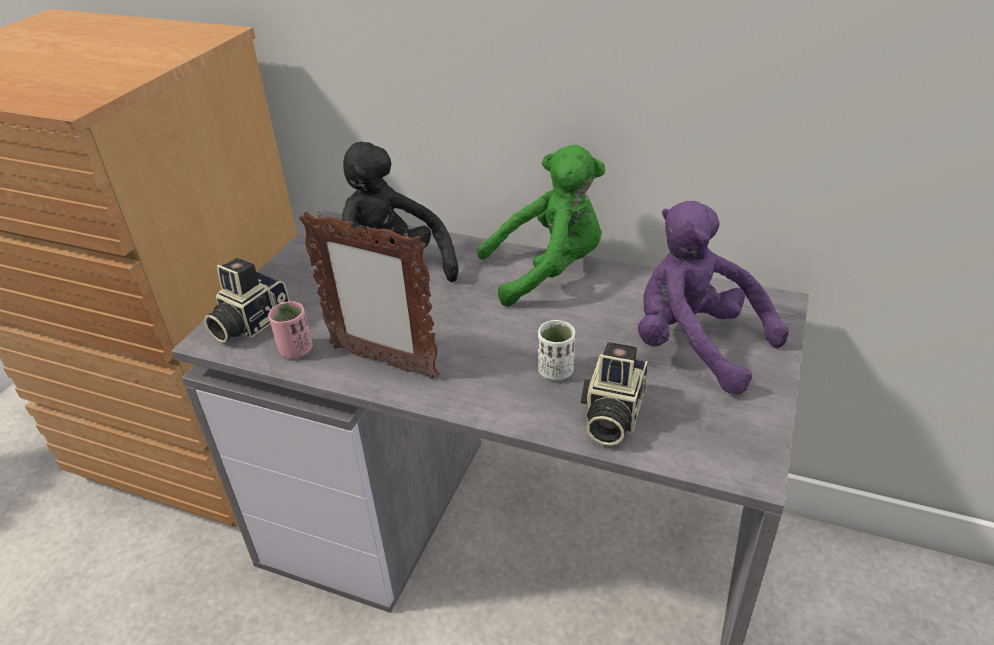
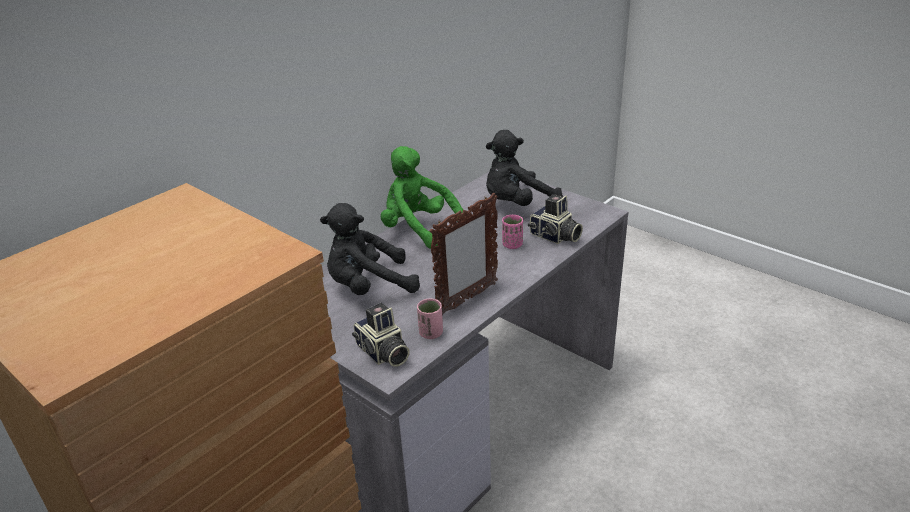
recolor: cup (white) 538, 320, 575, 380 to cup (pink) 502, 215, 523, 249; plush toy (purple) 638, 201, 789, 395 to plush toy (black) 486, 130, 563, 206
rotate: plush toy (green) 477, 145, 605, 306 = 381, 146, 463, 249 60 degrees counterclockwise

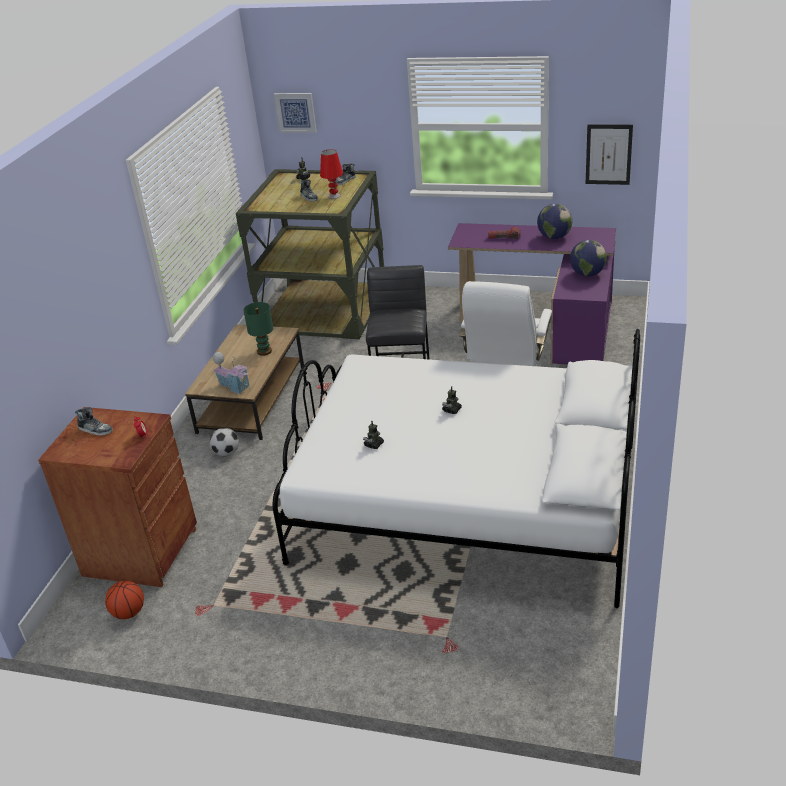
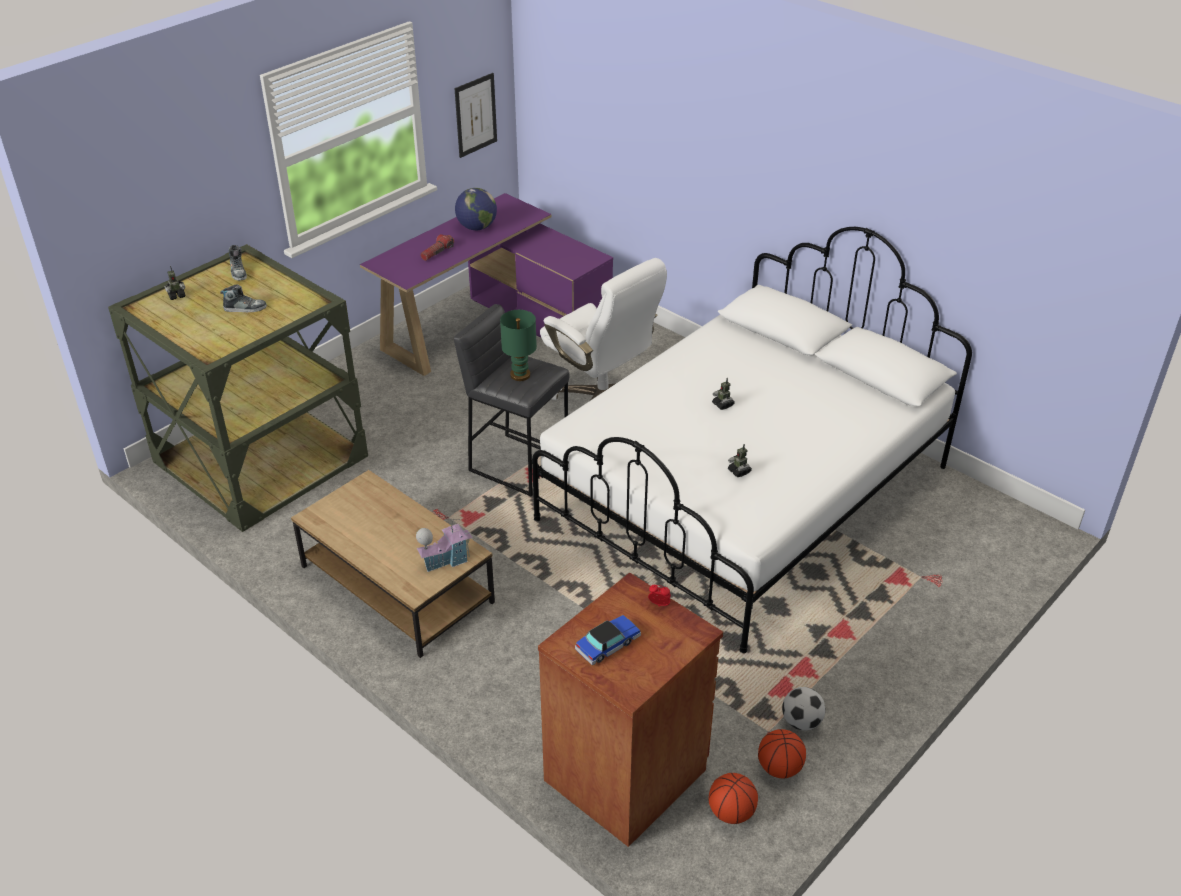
delete: picture 273, 93, 317, 133; table lamp (red) 320, 149, 343, 199; globe 570, 240, 607, 277
insert: basketball 758, 729, 806, 779
move: football 210, 428, 239, 456 to 782, 687, 825, 731; table lamp (green) 243, 302, 273, 356 to 500, 310, 537, 381
replace: shoe 75, 407, 113, 436 to toy car 575, 615, 641, 665

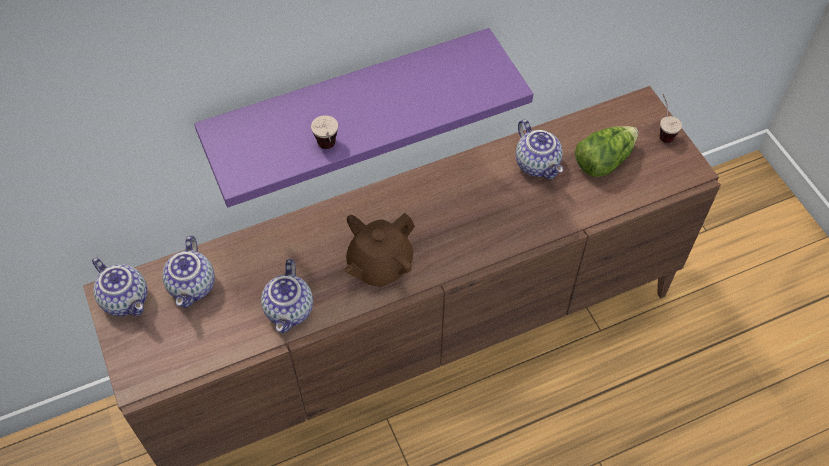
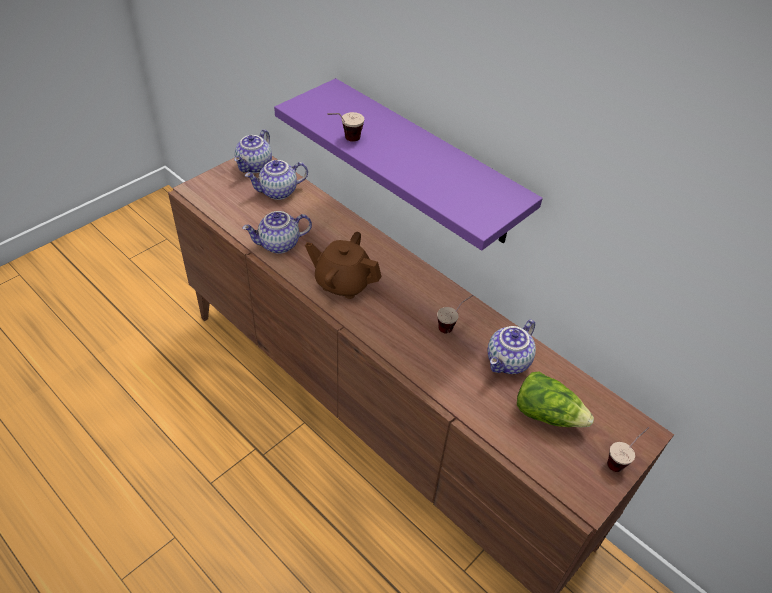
insert: cup 437, 295, 473, 334

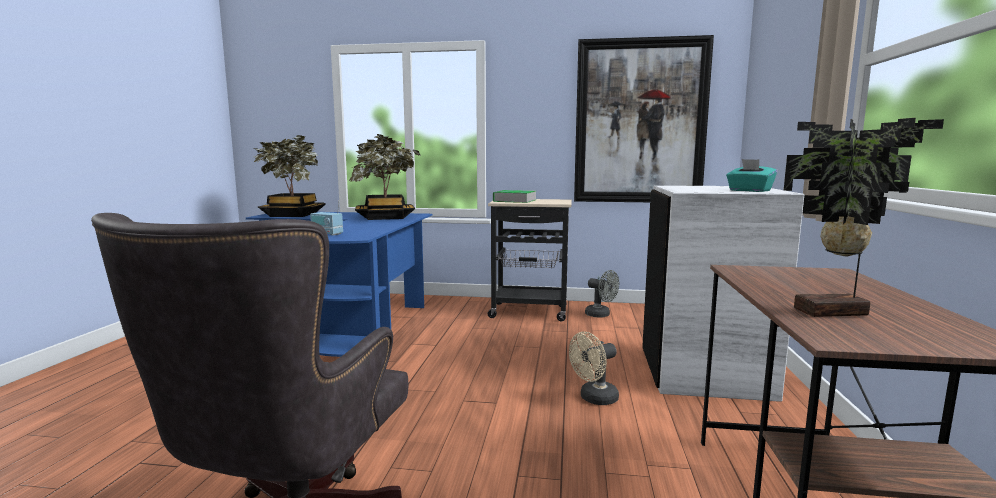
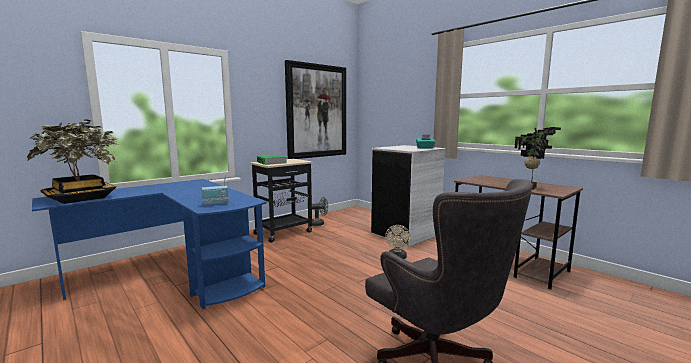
delete: potted plant 349, 134, 420, 220

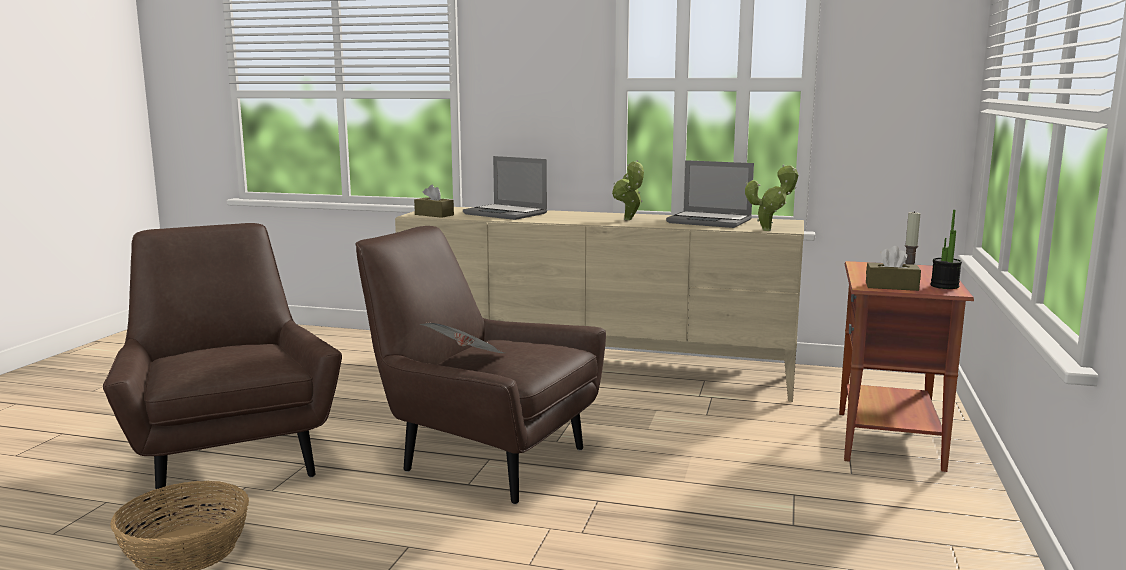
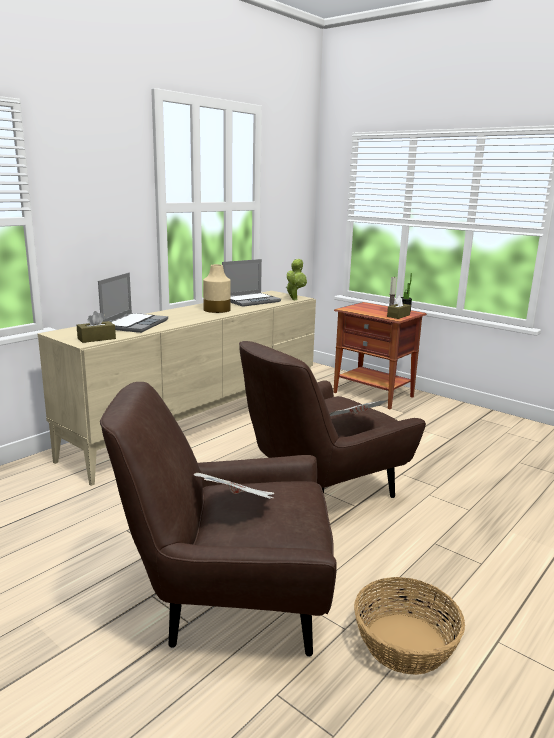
insert: newspaper 194, 473, 274, 499
replace: potted plant 612, 160, 644, 220 to vase (beige) 203, 264, 231, 313
rotate: laptop 463, 156, 547, 220 = 98, 272, 168, 333 45 degrees counterclockwise

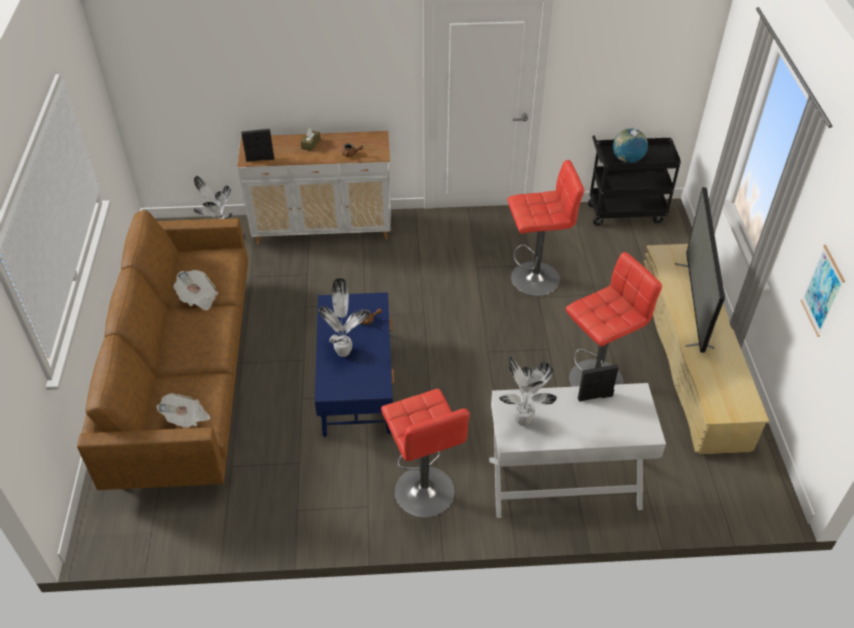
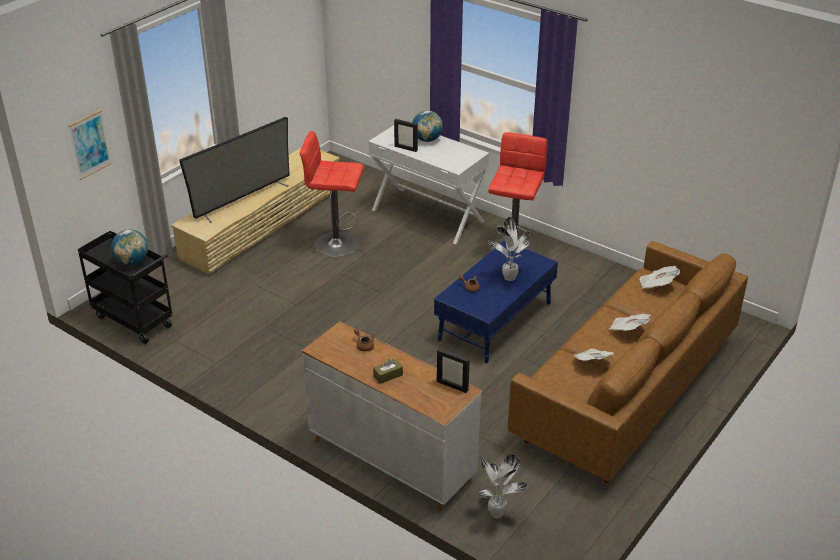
delete: potted plant 499, 356, 557, 426; stool (red) 508, 160, 584, 296
insert: globe 412, 110, 443, 142; newspaper 609, 314, 650, 331
move: picture 800, 245, 845, 337 to 68, 110, 112, 180

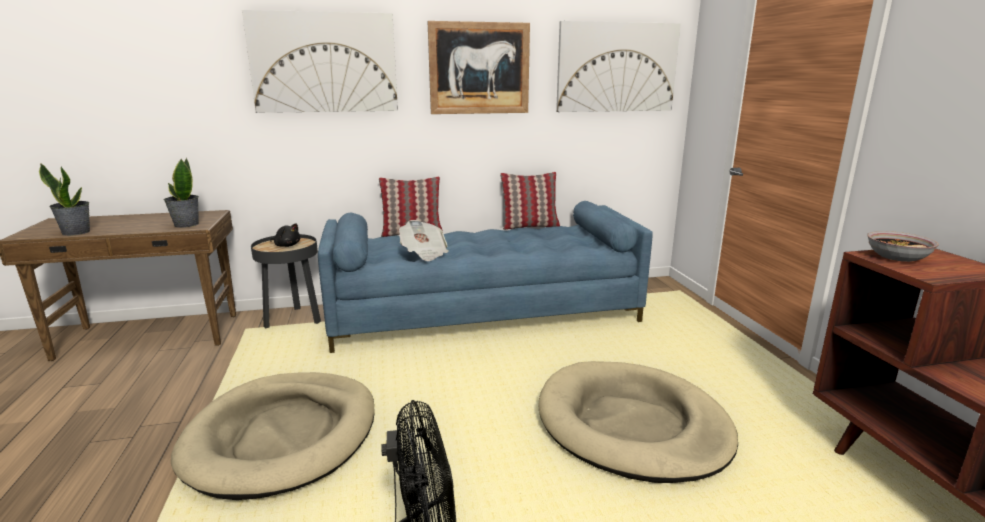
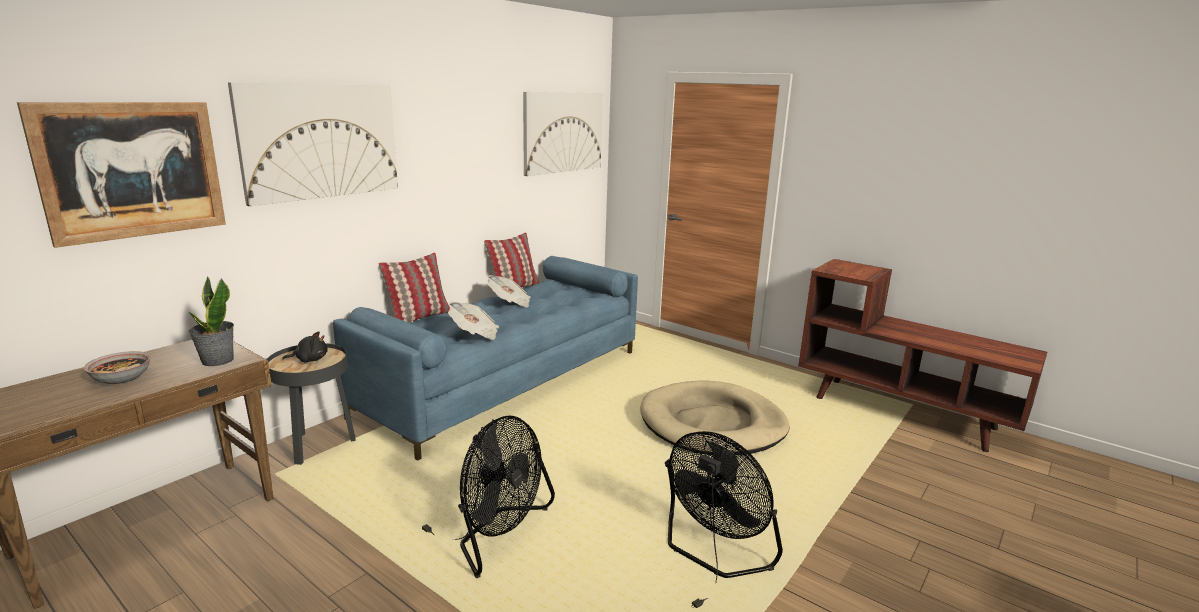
delete: potted plant 39, 163, 90, 236
insert: newspaper 488, 275, 531, 307
move: picture 427, 21, 530, 114 to 17, 102, 226, 248; bowl 867, 231, 939, 262 to 84, 351, 151, 384
replace: dog bed (beige) 171, 372, 375, 500 to fan (black) 422, 416, 555, 579

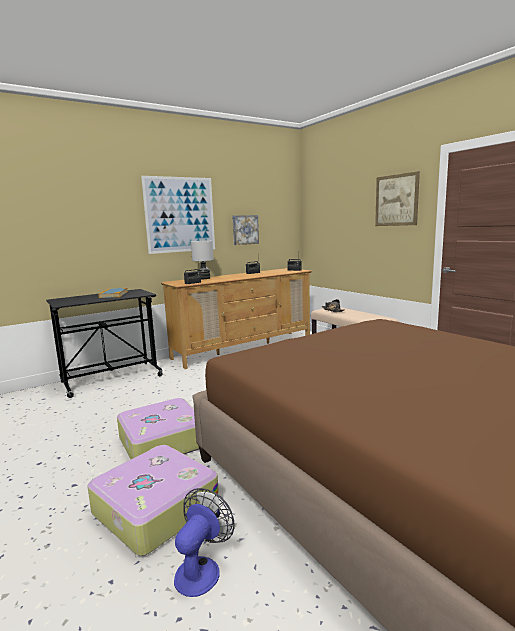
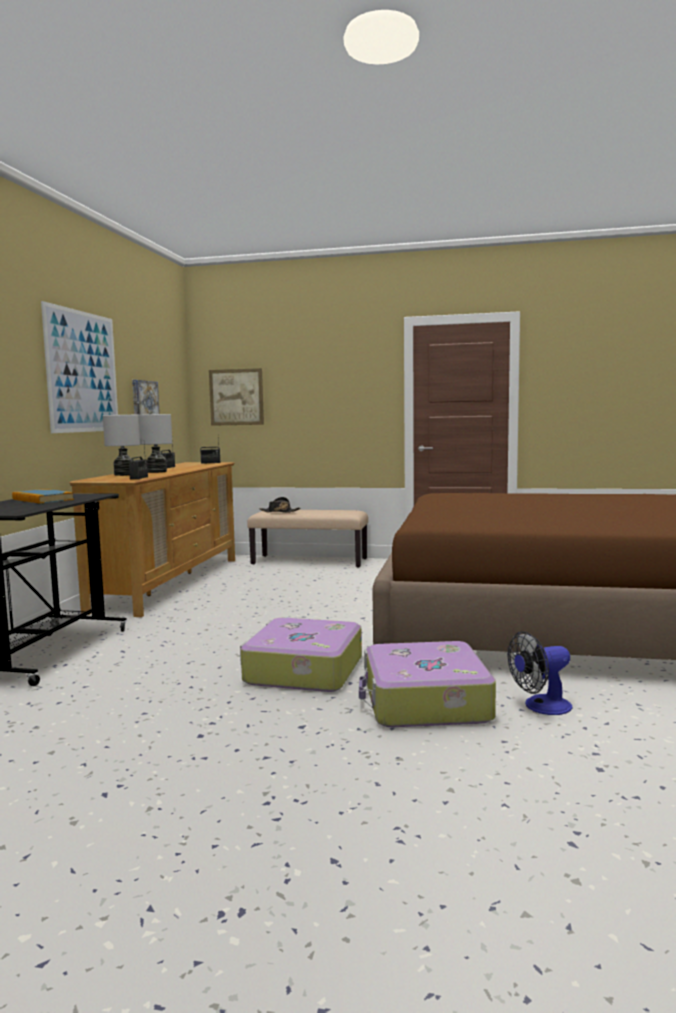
insert: table lamp (grey) 138, 414, 172, 473
move: picture 375, 171, 420, 226 to 209, 368, 264, 426
rotate: fan 174, 488, 235, 597 = 508, 631, 572, 715 90 degrees counterclockwise

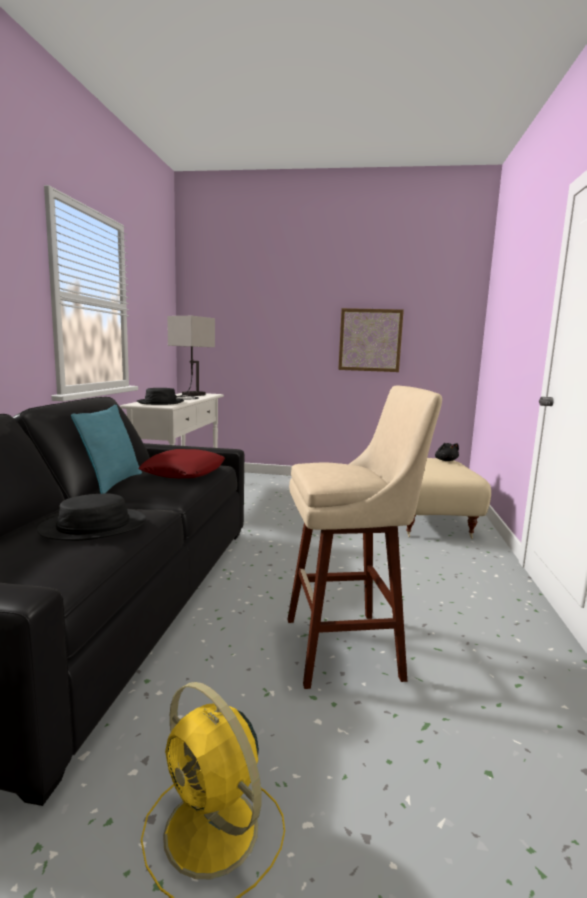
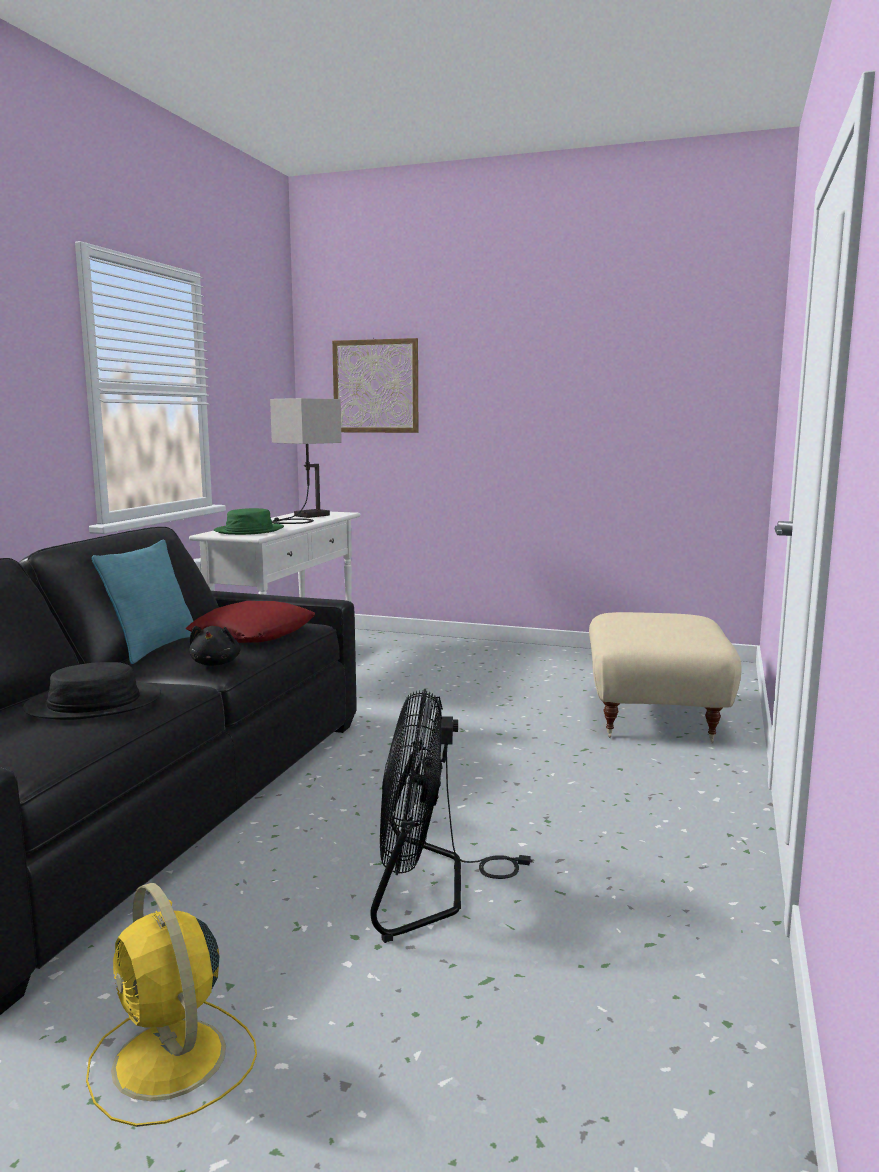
move: picture 338, 307, 404, 372 to 332, 337, 418, 433; plush toy (black) 435, 443, 459, 461 to 189, 626, 241, 666
replace: stool (beige) 287, 385, 442, 689 to fan (black) 371, 689, 534, 943
recolor: hat (black) 137, 388, 184, 405 to hat (green) 214, 508, 284, 535

